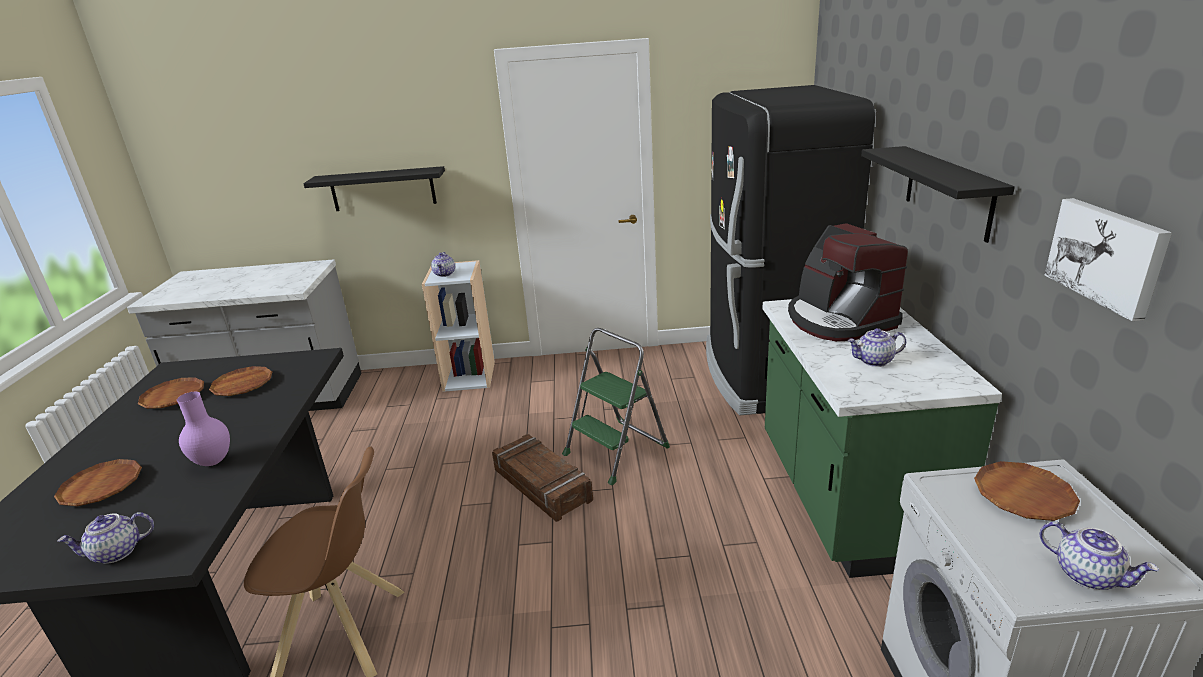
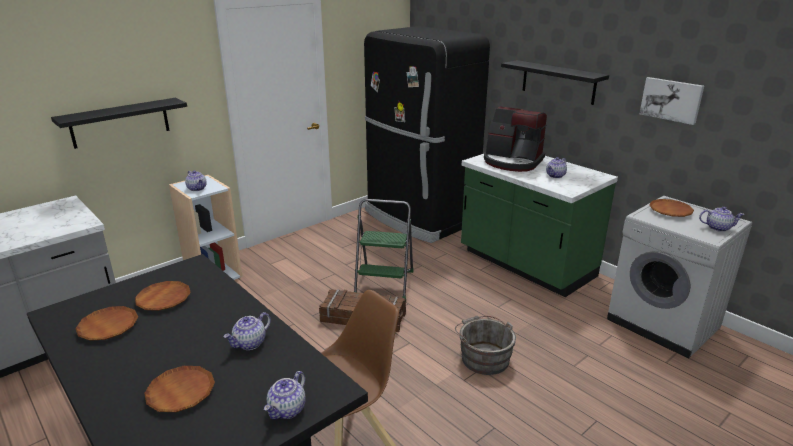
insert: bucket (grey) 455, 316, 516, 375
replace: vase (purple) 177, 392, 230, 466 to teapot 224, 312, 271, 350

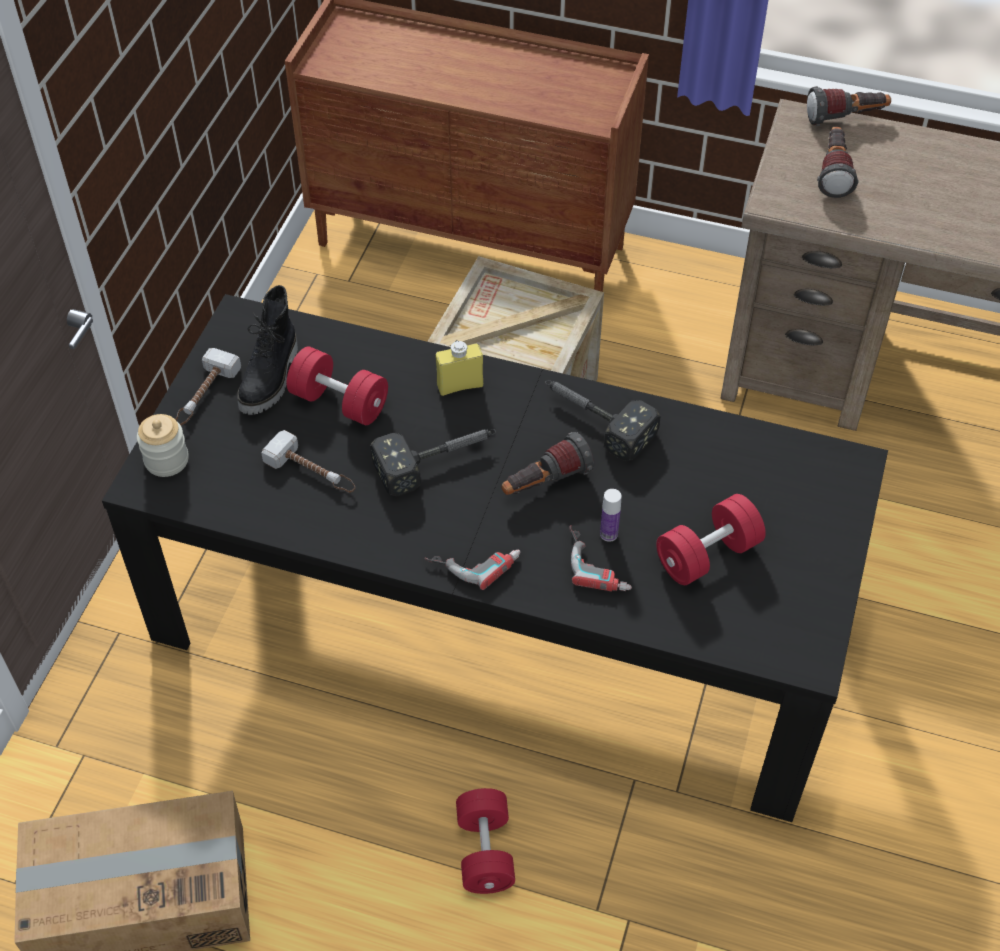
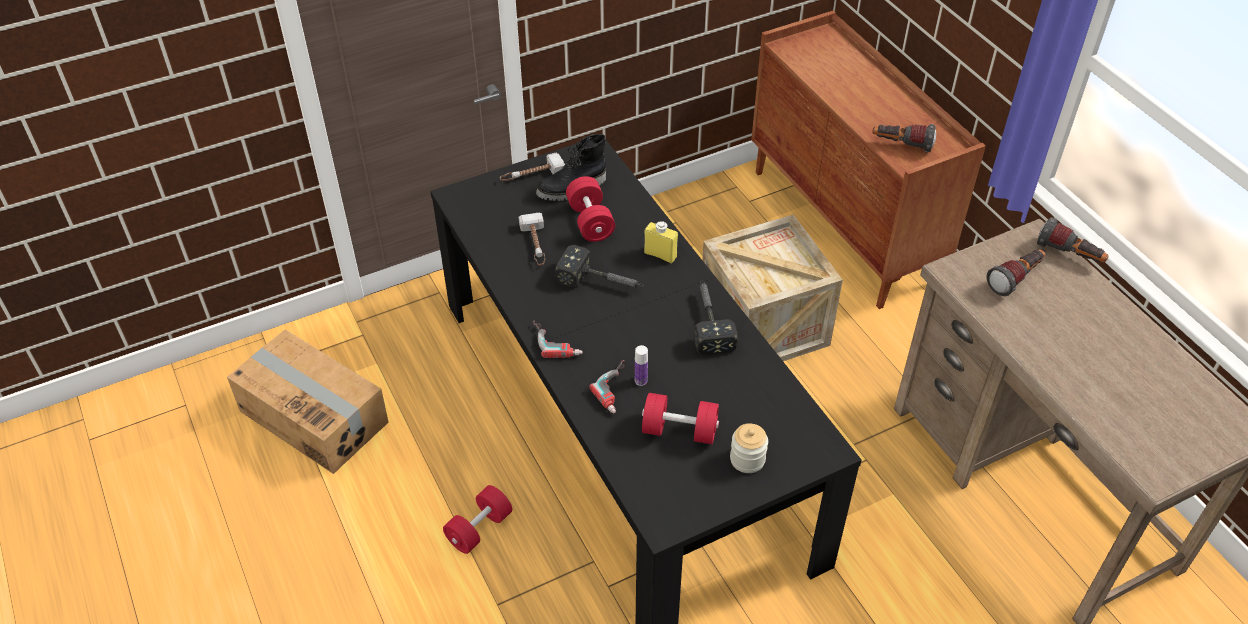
move: jar 137, 414, 189, 477 to 730, 423, 768, 473; flashlight 501, 432, 594, 495 to 873, 124, 936, 153

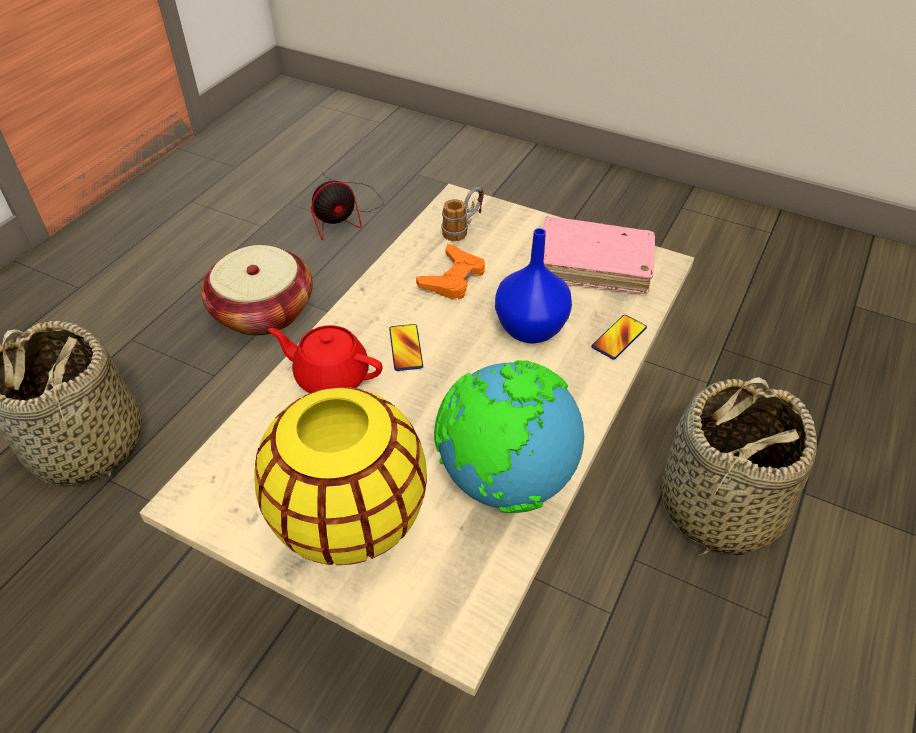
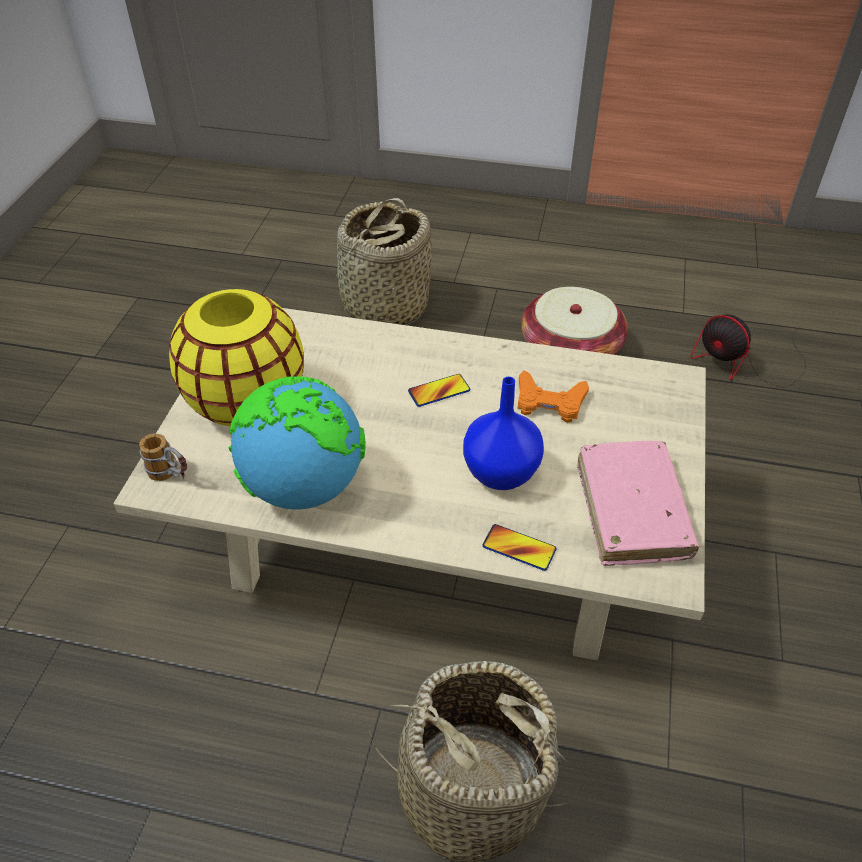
delete: teapot (red) 268, 325, 383, 393
move: mug 441, 187, 484, 241 to 139, 433, 187, 481

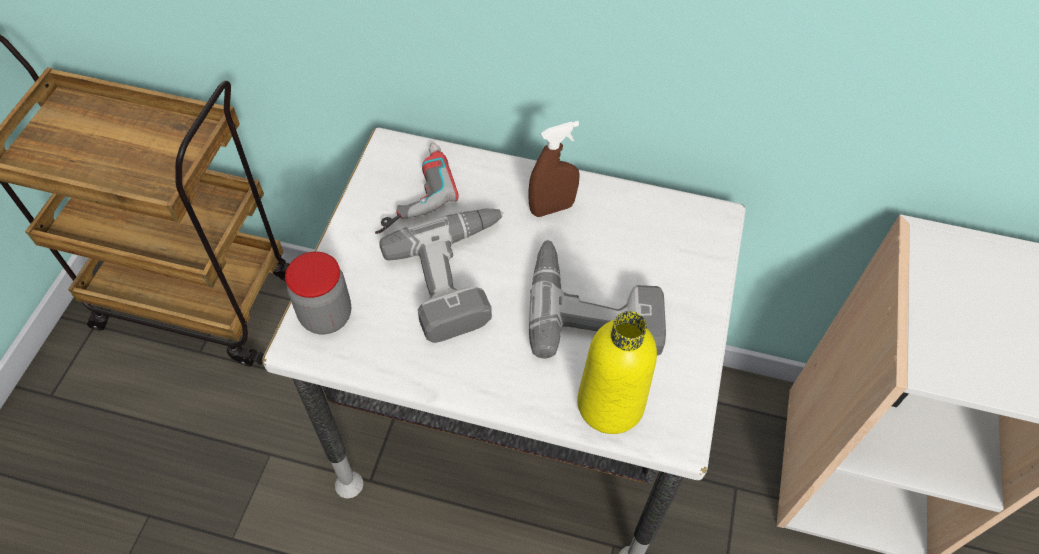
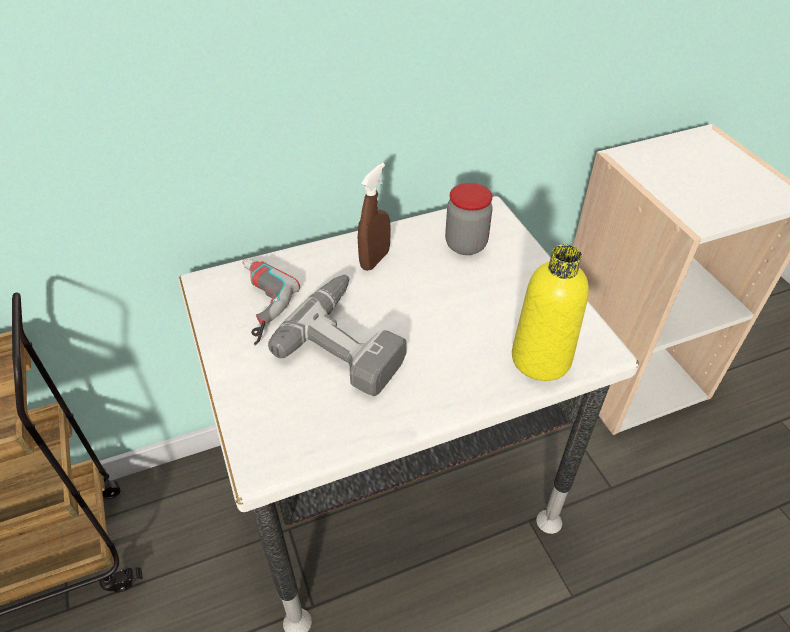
delete: power drill 529, 240, 666, 358
move: jar 285, 252, 351, 334 to 445, 183, 493, 255

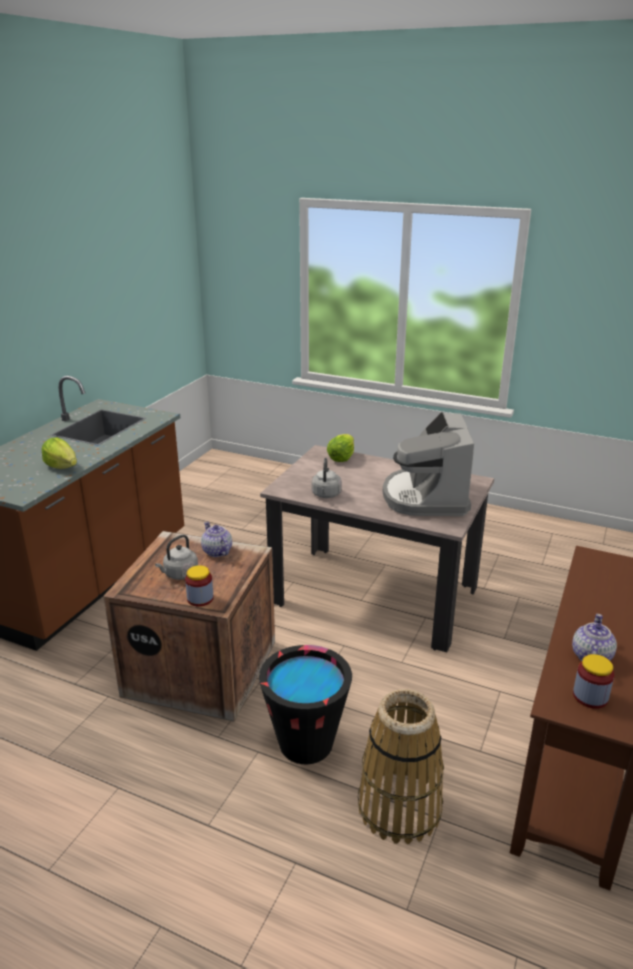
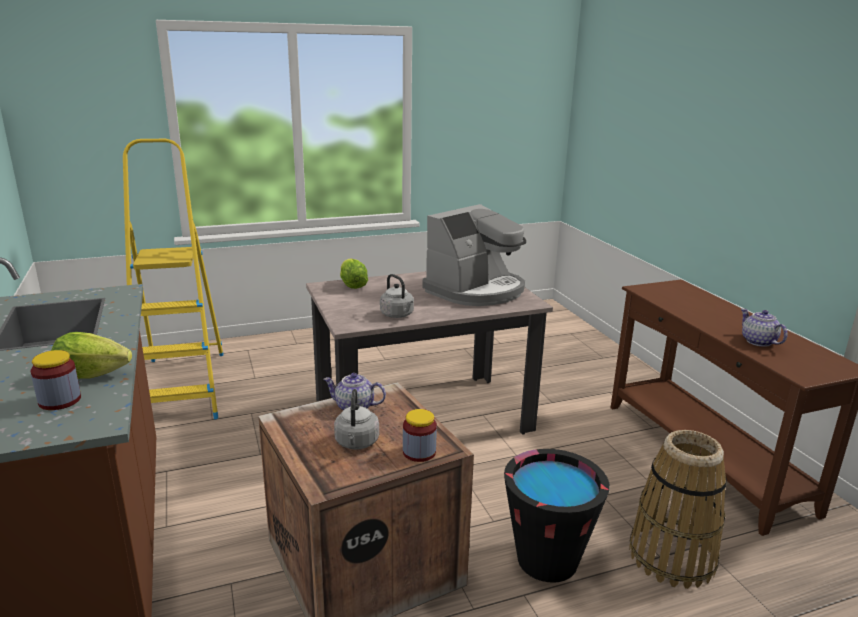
insert: step ladder (yellow) 123, 139, 223, 420
move: jar 573, 654, 614, 709 to 30, 350, 81, 410
rotate: coffee machine 383, 412, 474, 516 = 422, 204, 526, 306 90 degrees counterclockwise

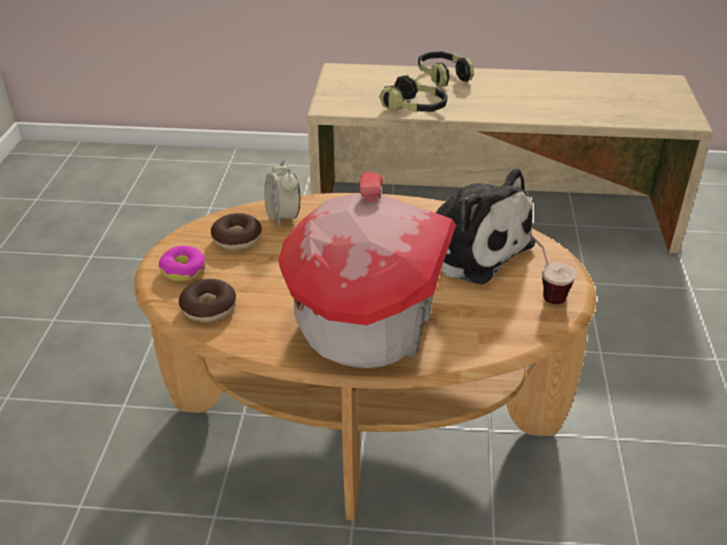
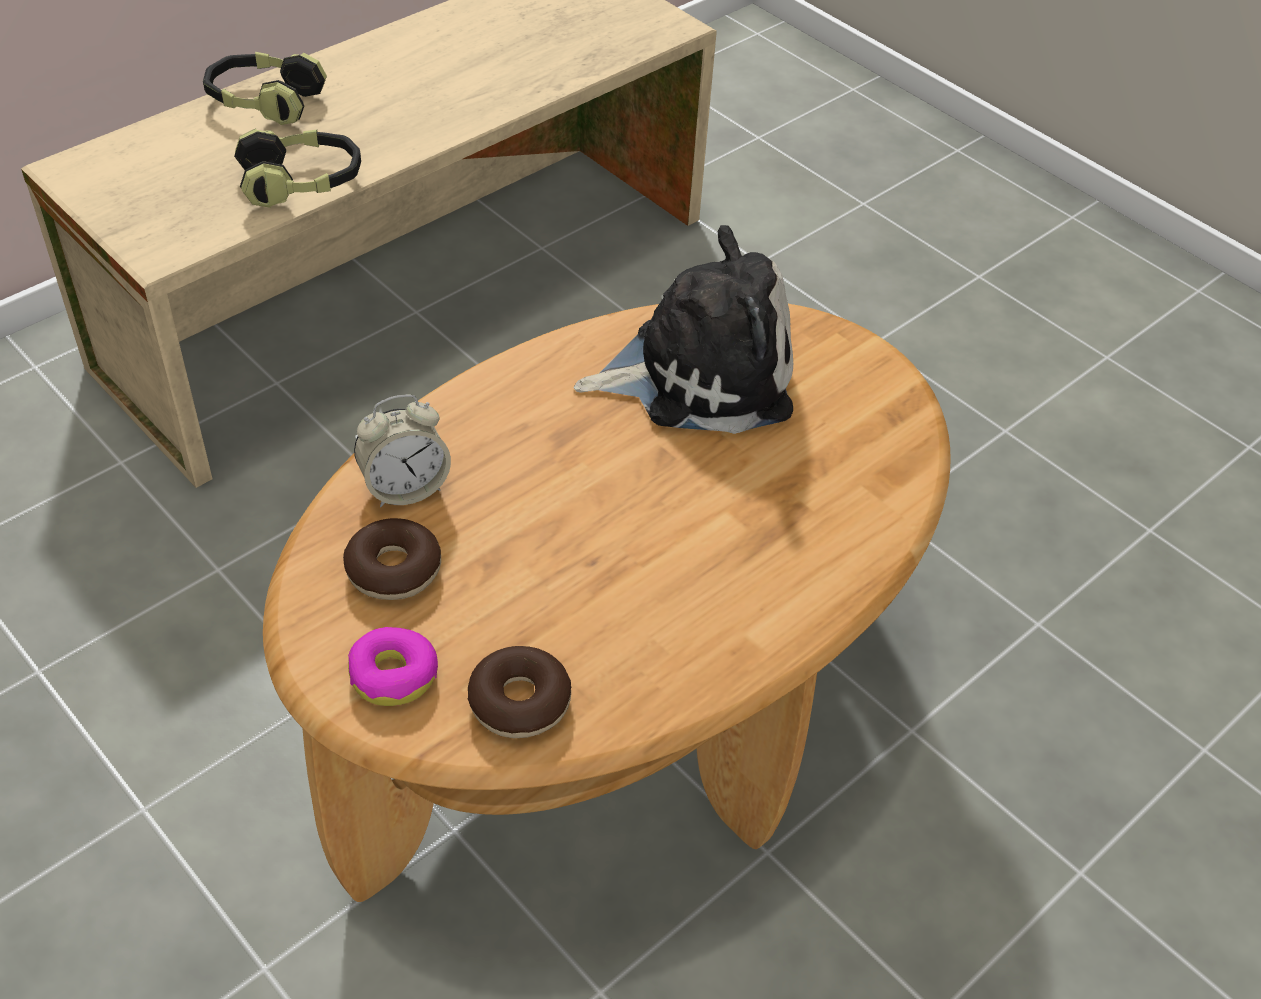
delete: toy house 278, 172, 456, 368; cup 528, 233, 576, 304
rotate: alarm clock 264, 160, 300, 226 = 354, 395, 451, 507 45 degrees counterclockwise

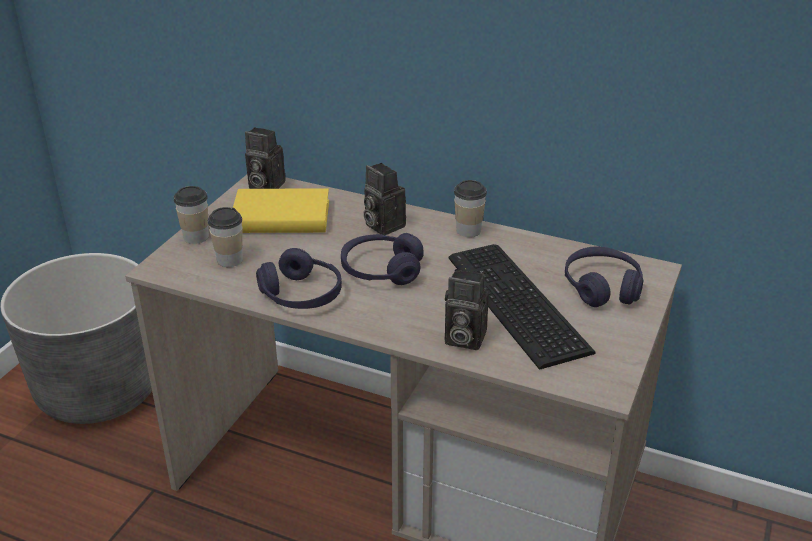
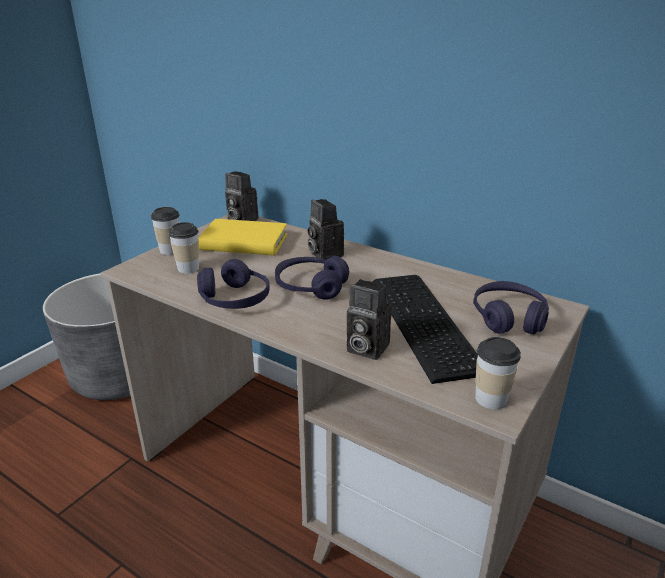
move: cup 454, 180, 487, 237 to 475, 337, 521, 409

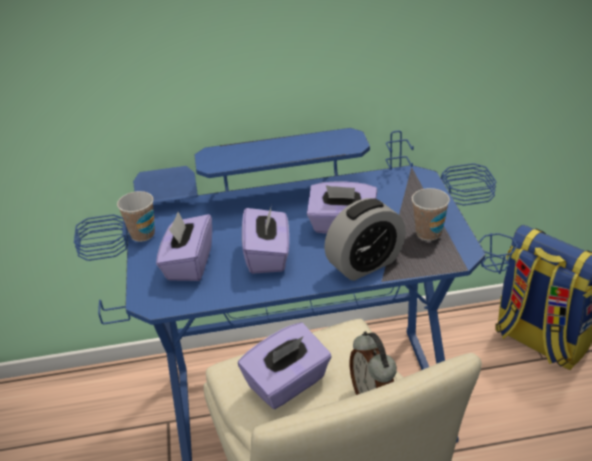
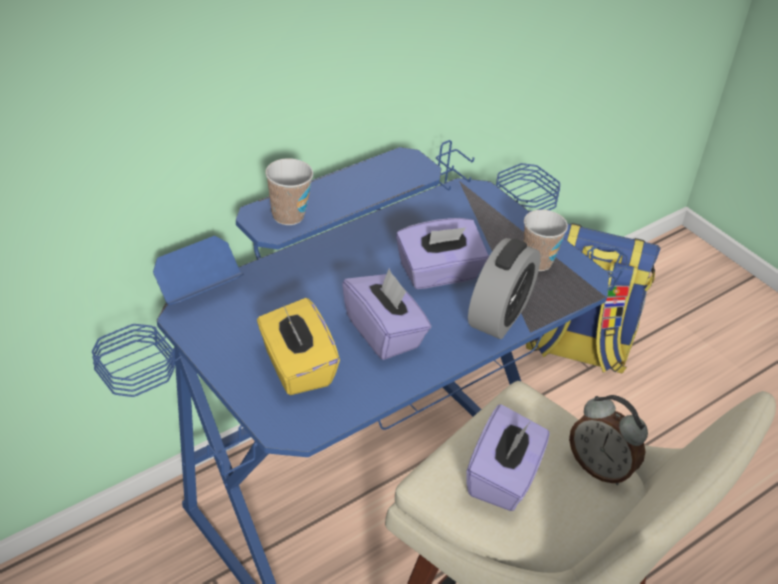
move: cup 117, 191, 155, 242 to 265, 158, 313, 225
recolor: tissue box (purple) 156, 212, 212, 281 to tissue box (yellow) 257, 298, 340, 395

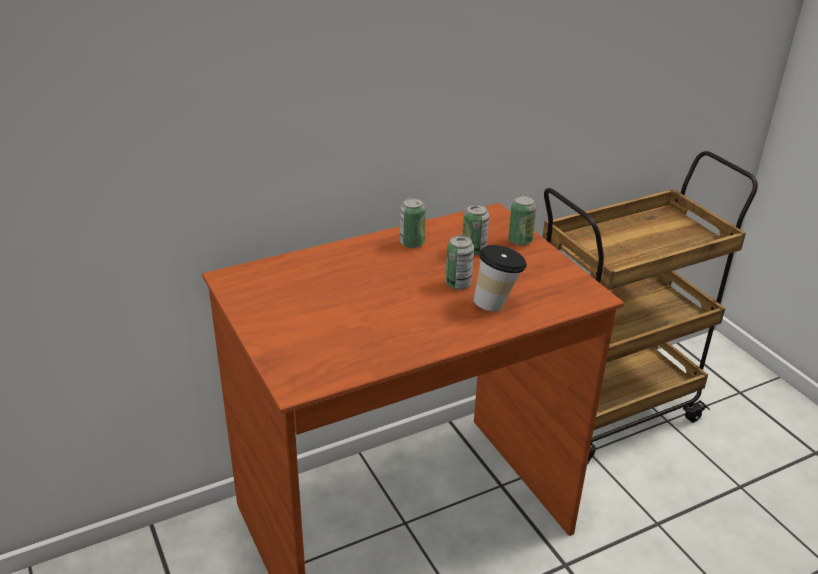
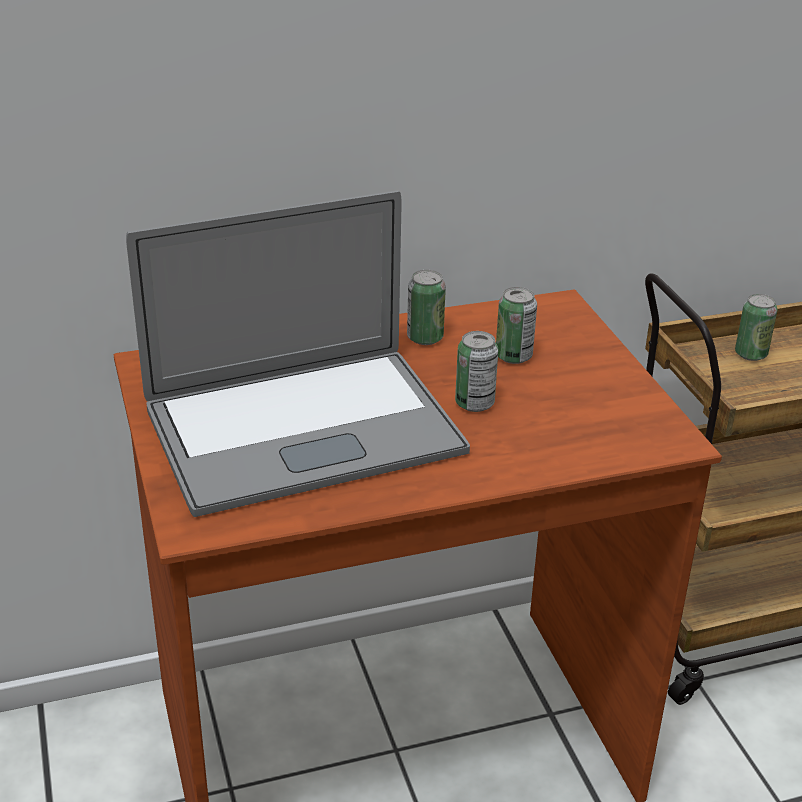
delete: cup 474, 245, 527, 311
insert: laptop 126, 190, 470, 517
move: can 508, 195, 537, 245 to 735, 294, 777, 361

